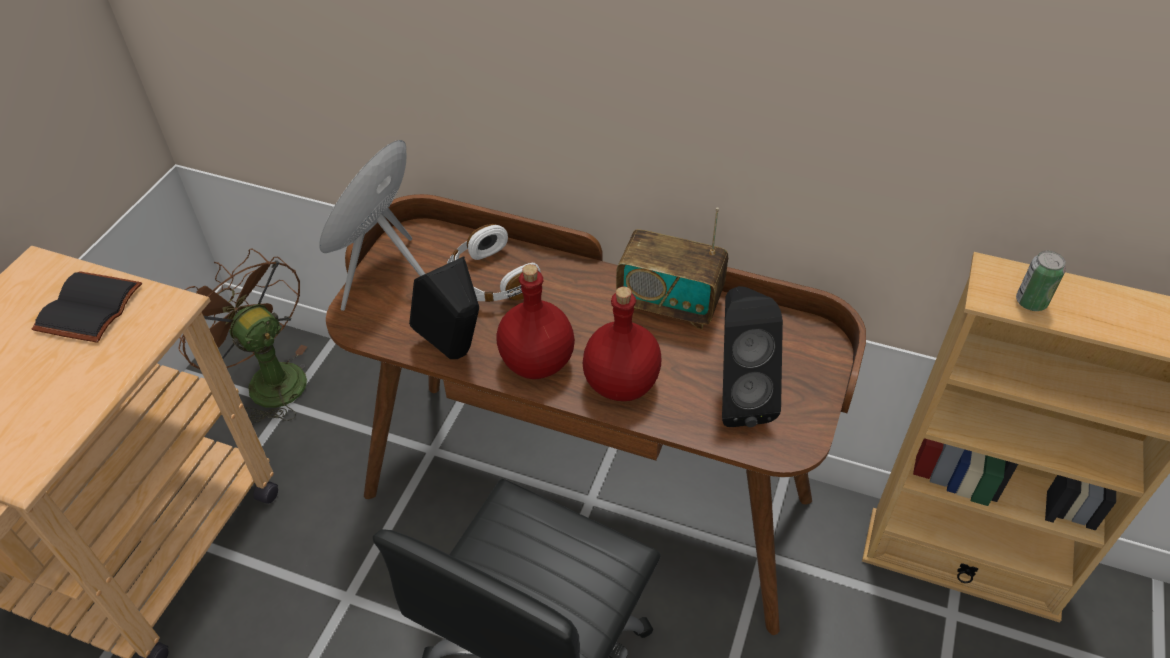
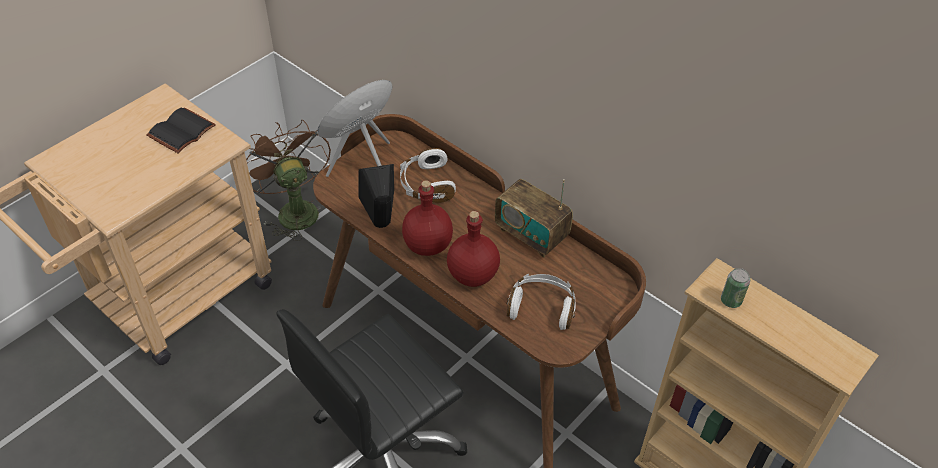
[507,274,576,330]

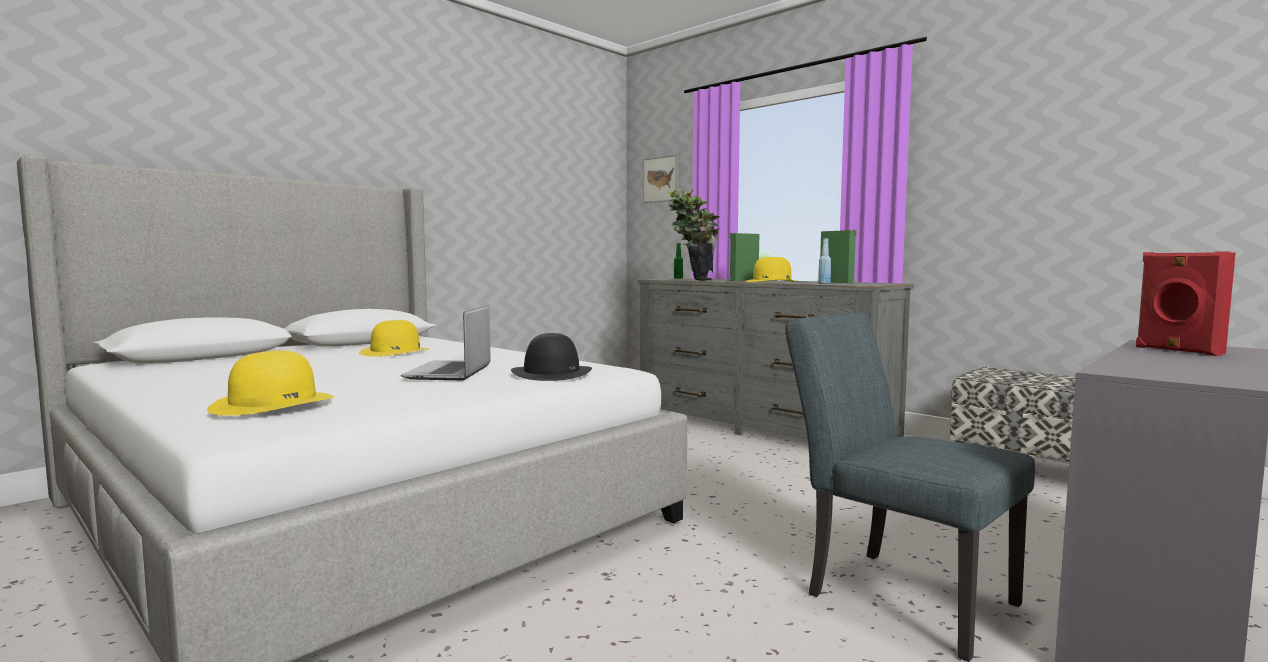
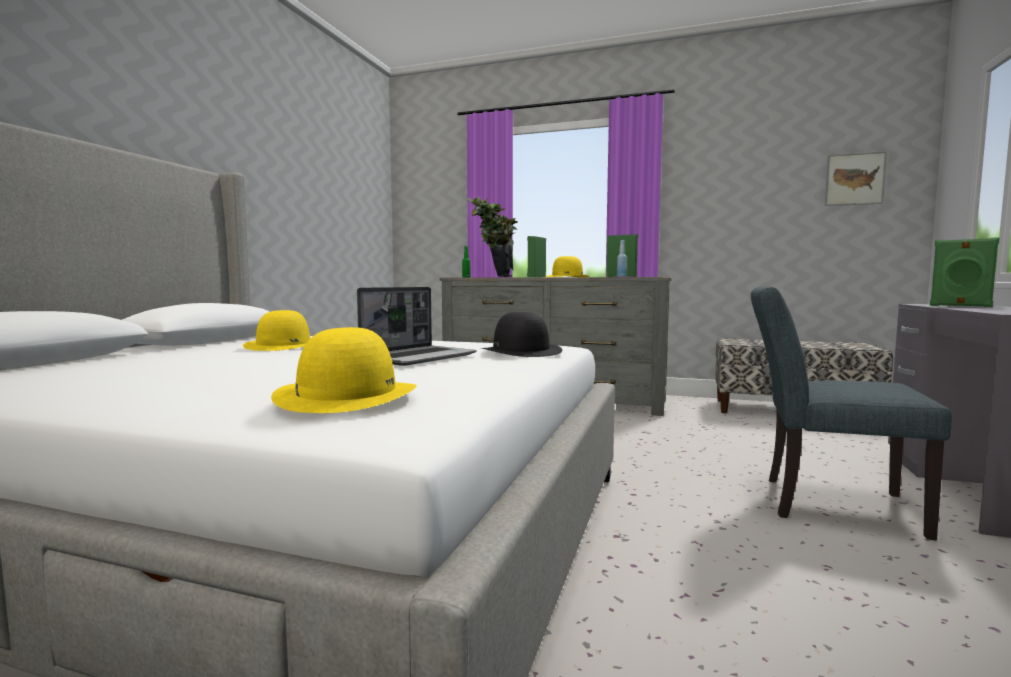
[357,287,477,366]
[825,151,887,206]
[930,237,1000,307]

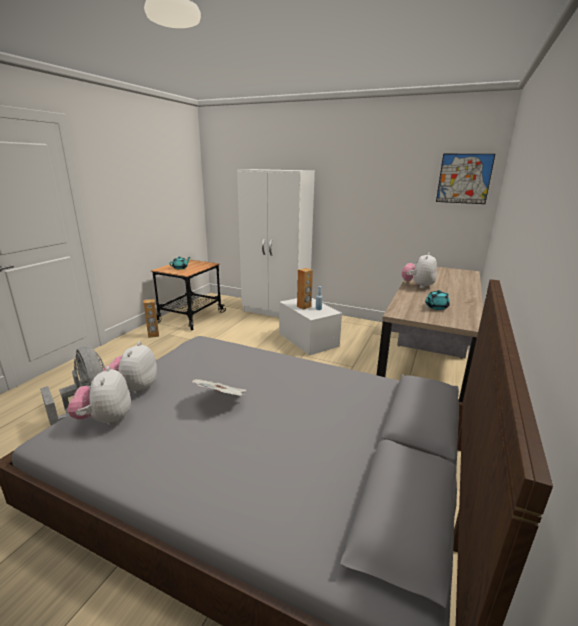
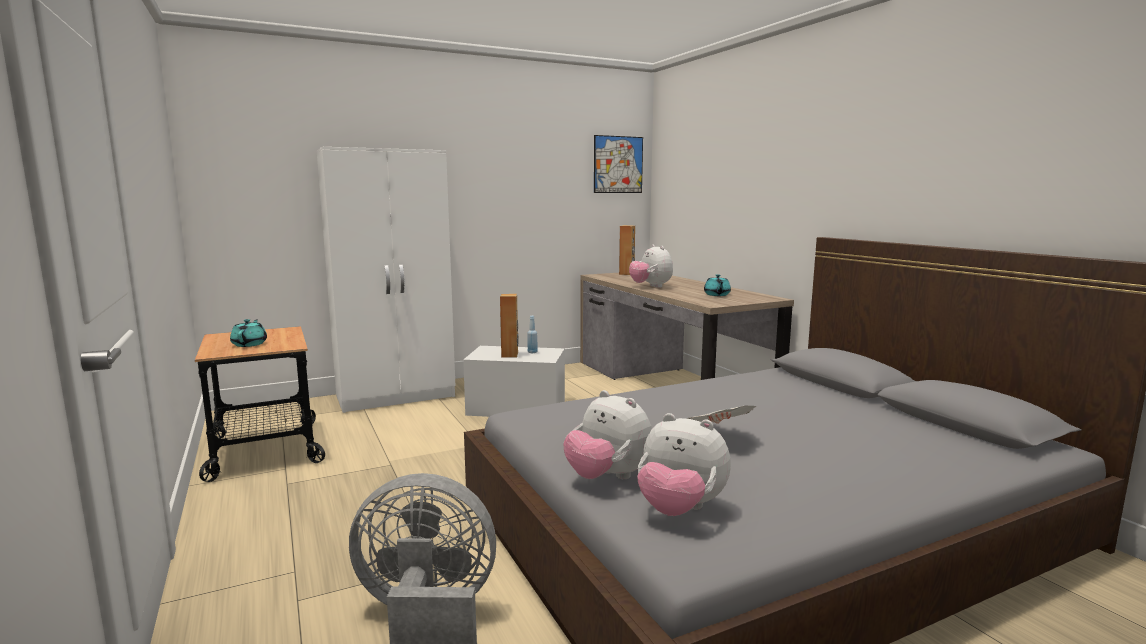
[619,225,635,275]

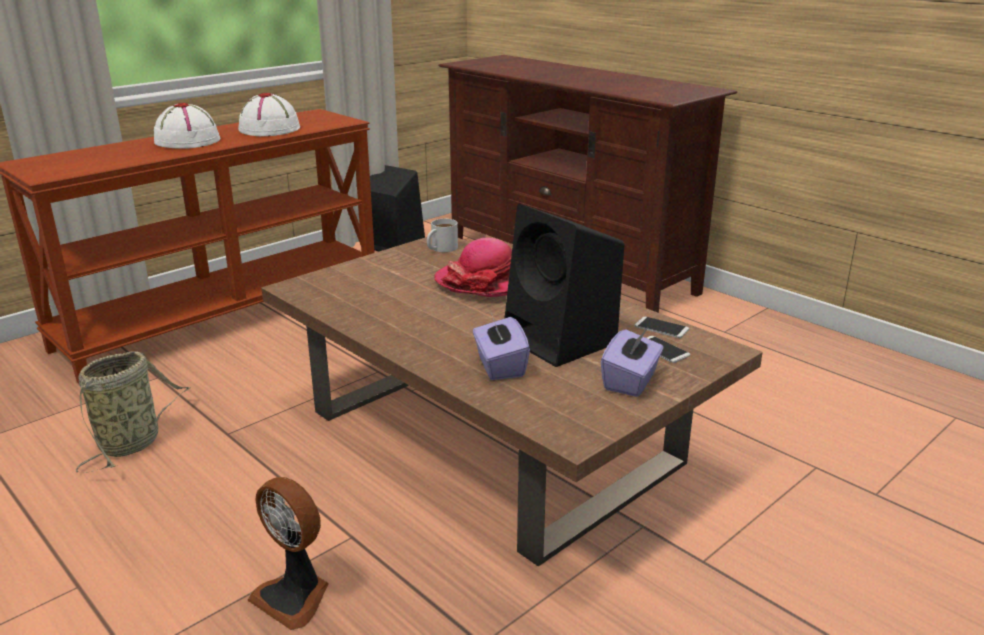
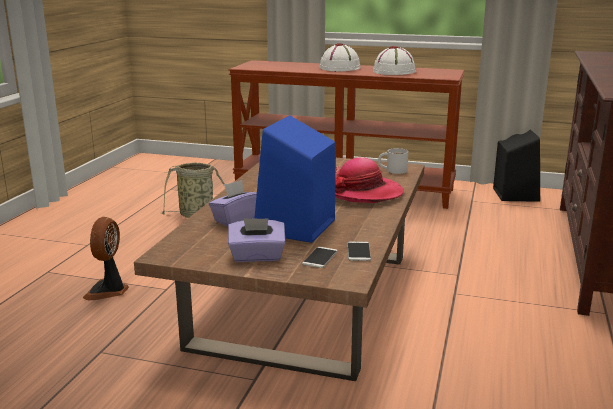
[254,115,336,243]

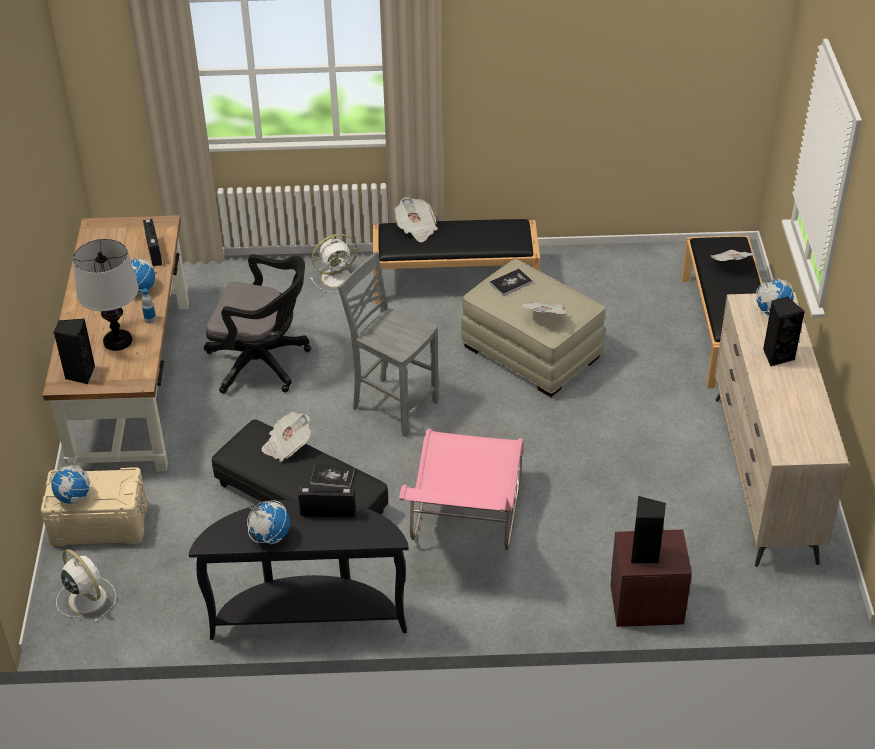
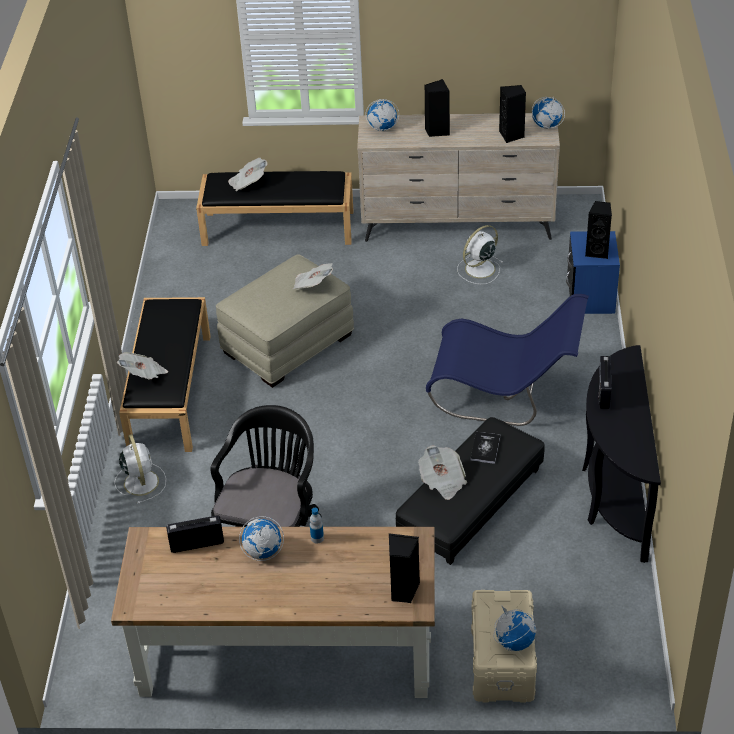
[426,294,589,426]
[457,225,504,285]
[499,85,526,143]
[532,97,565,129]
[566,231,620,314]
[73,239,139,351] (first image)
[338,252,439,437] (first image)
[490,269,533,296] (first image)

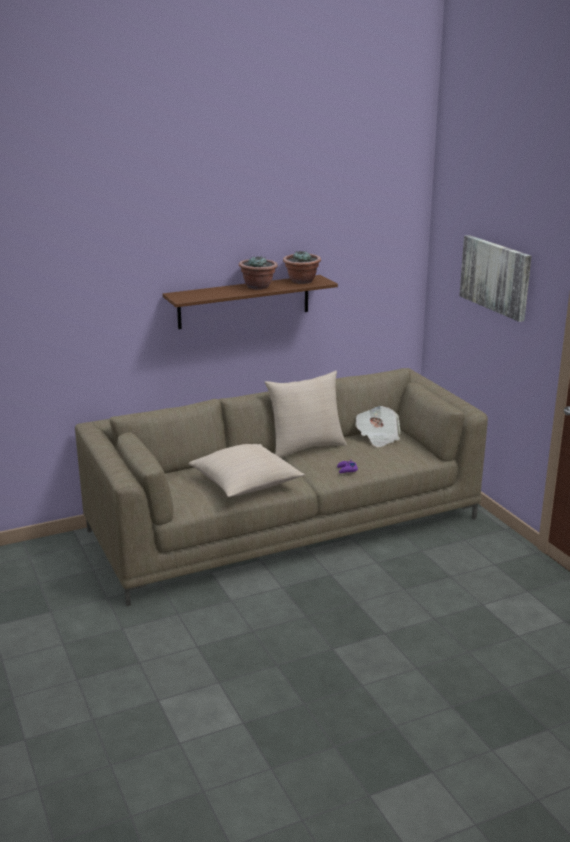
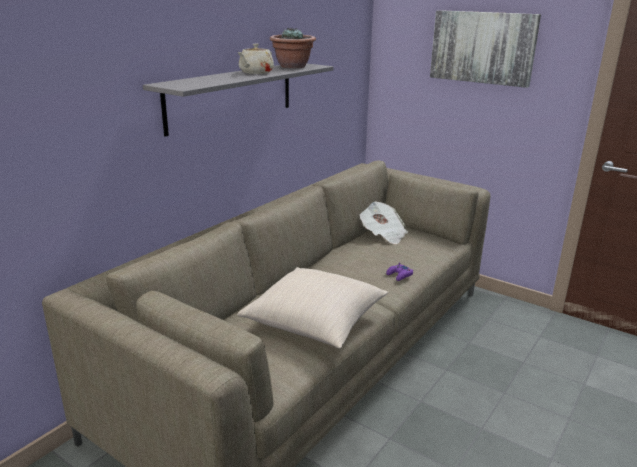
[143,64,334,137]
[237,43,274,74]
[264,370,347,458] (first image)

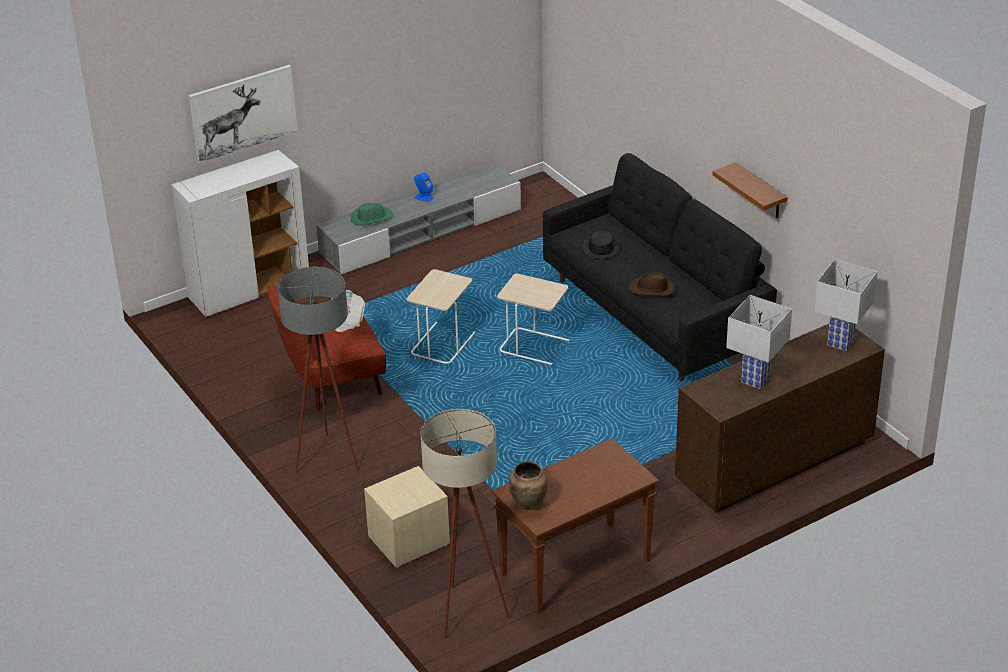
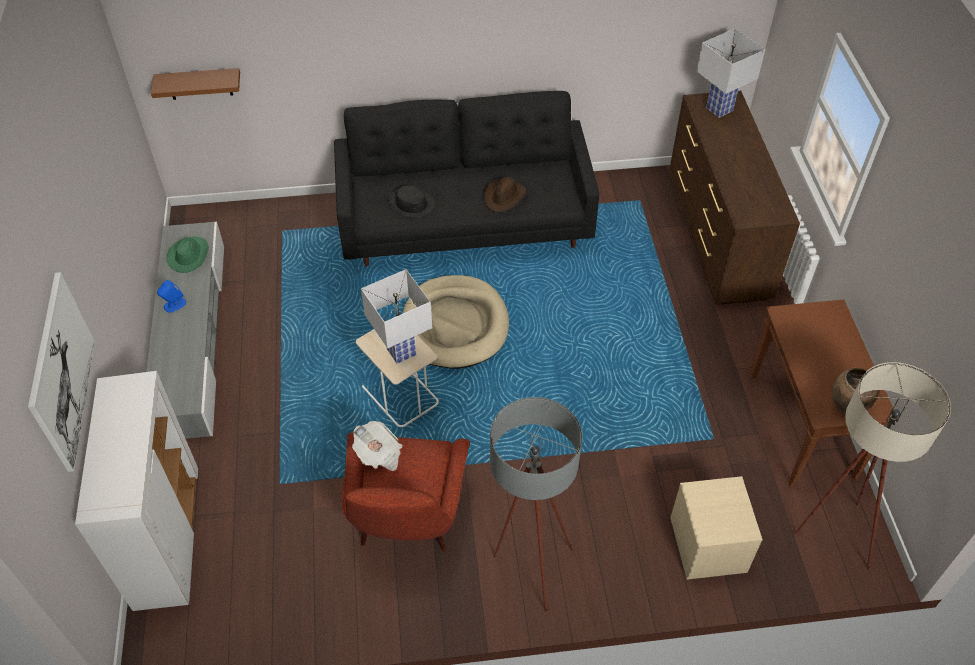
[151,68,240,100]
[167,237,209,273]
[361,269,432,364]
[402,275,509,369]

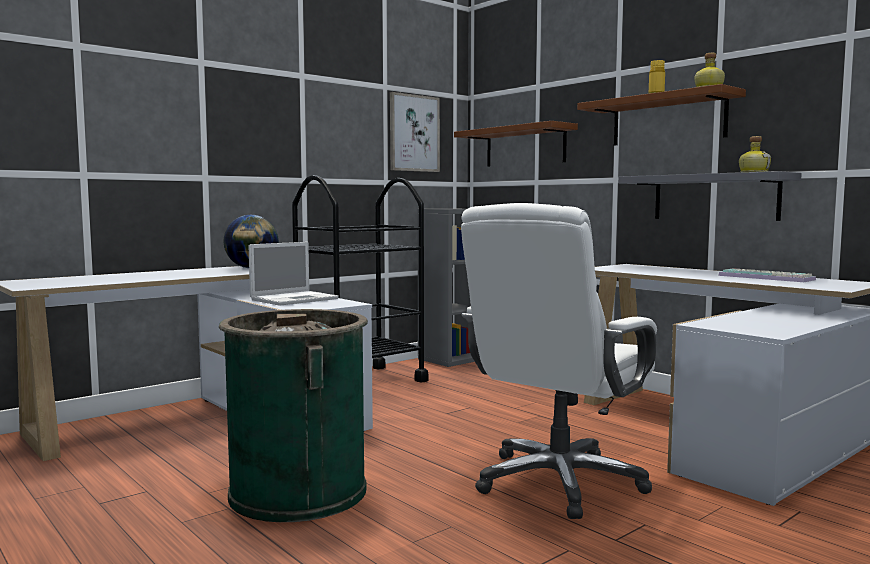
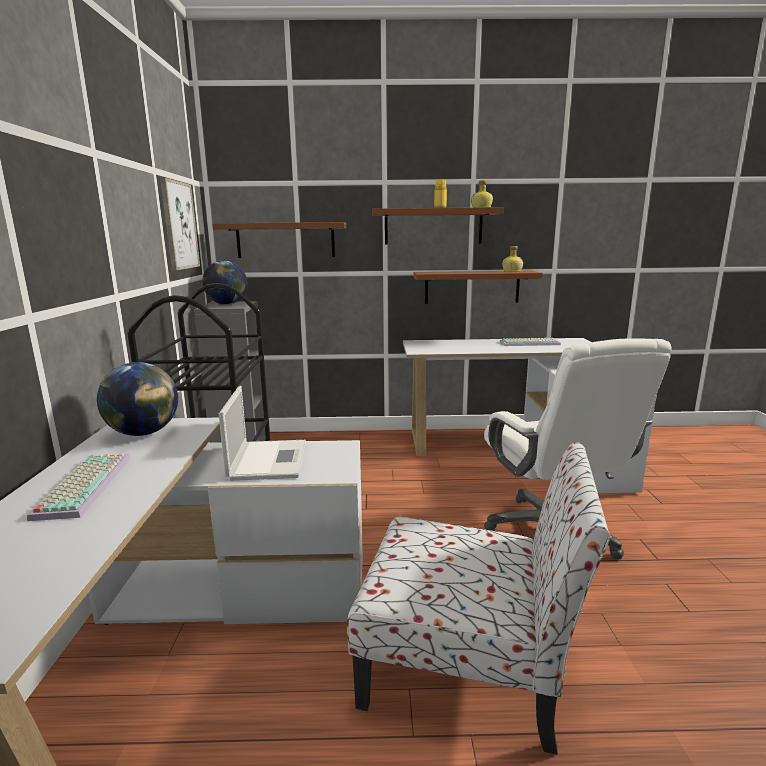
[27,453,131,521]
[202,260,248,305]
[347,442,610,755]
[413,270,543,304]

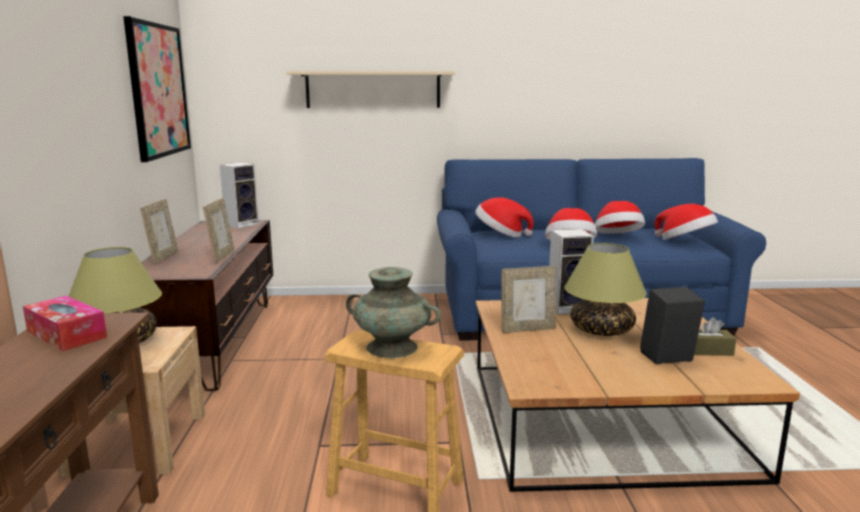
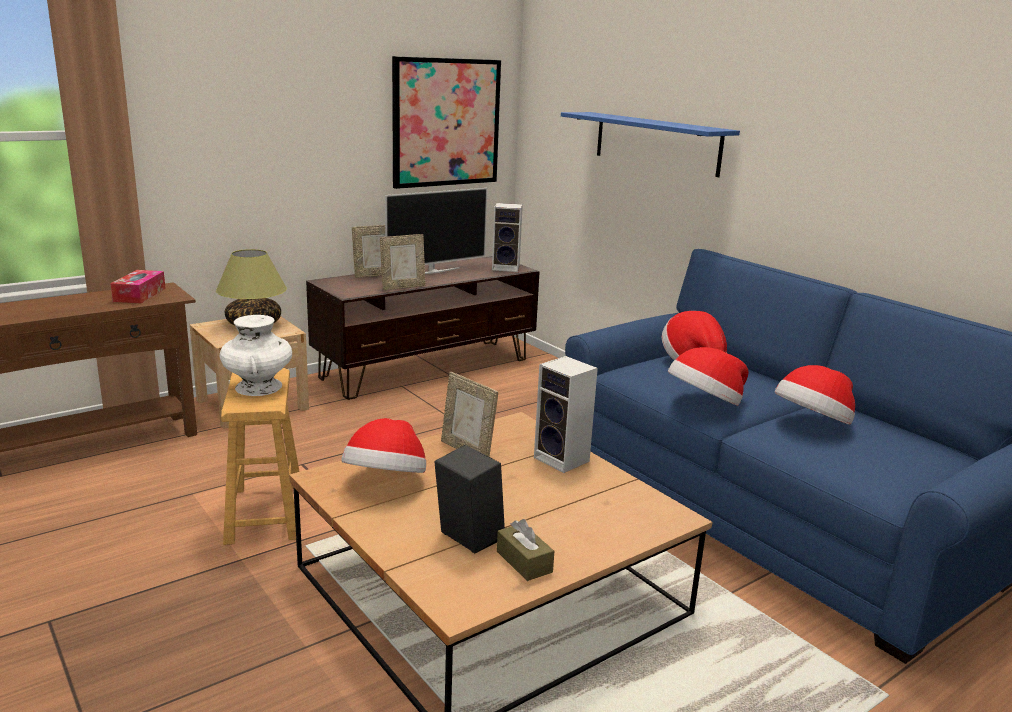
[219,315,292,396]
[341,418,426,473]
[385,188,488,274]
[561,112,740,177]
[564,243,647,336] (first image)

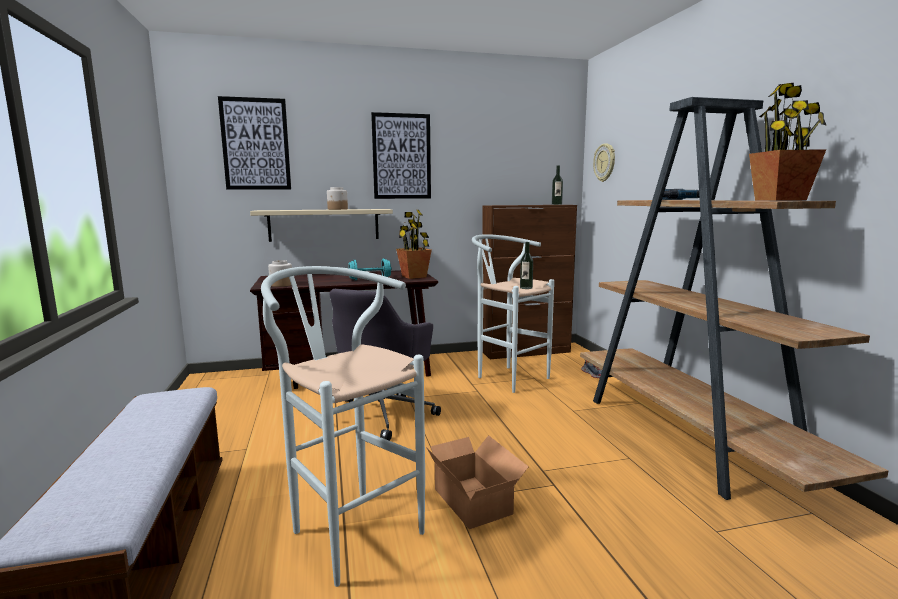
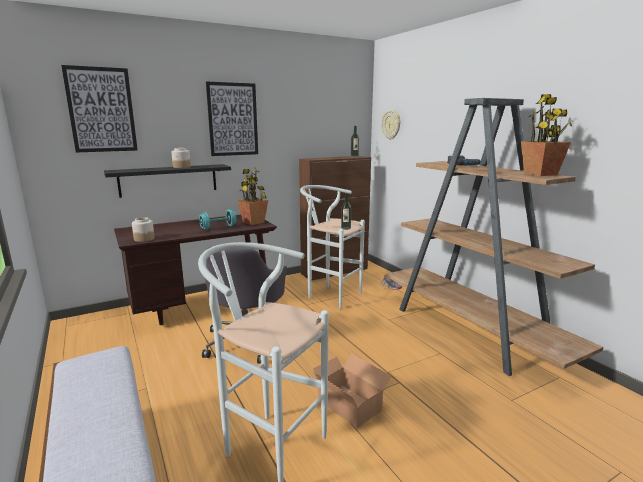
[104,164,231,198]

